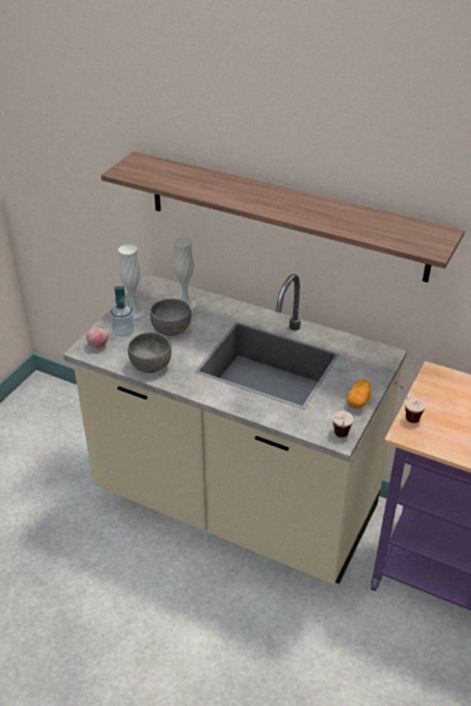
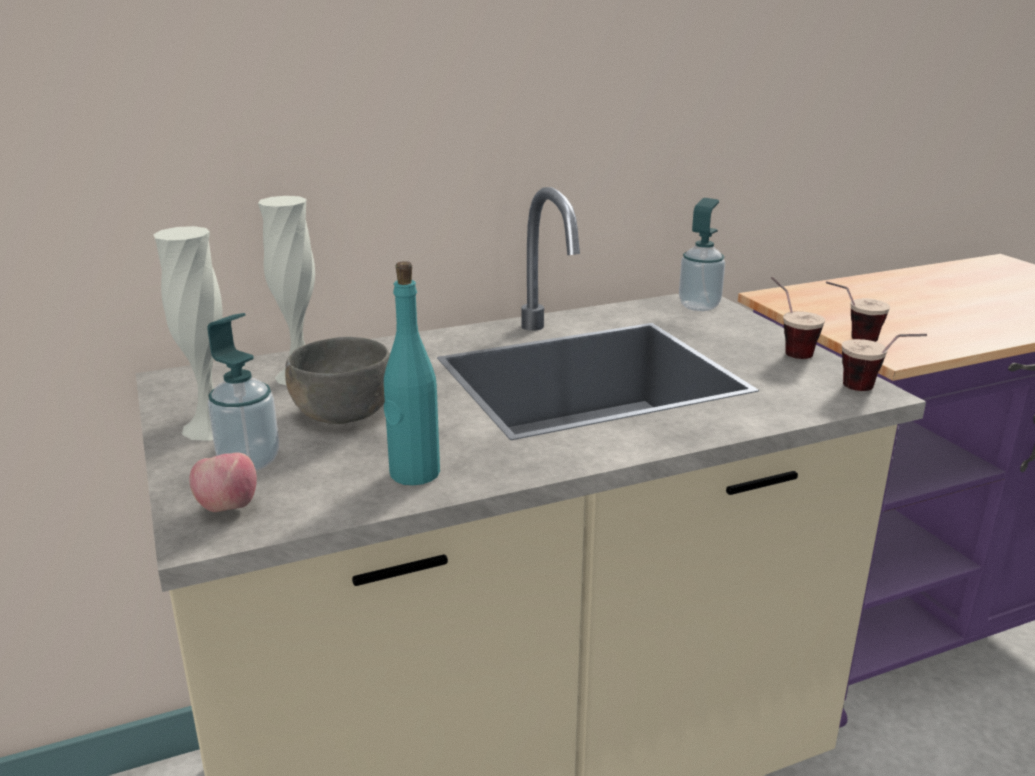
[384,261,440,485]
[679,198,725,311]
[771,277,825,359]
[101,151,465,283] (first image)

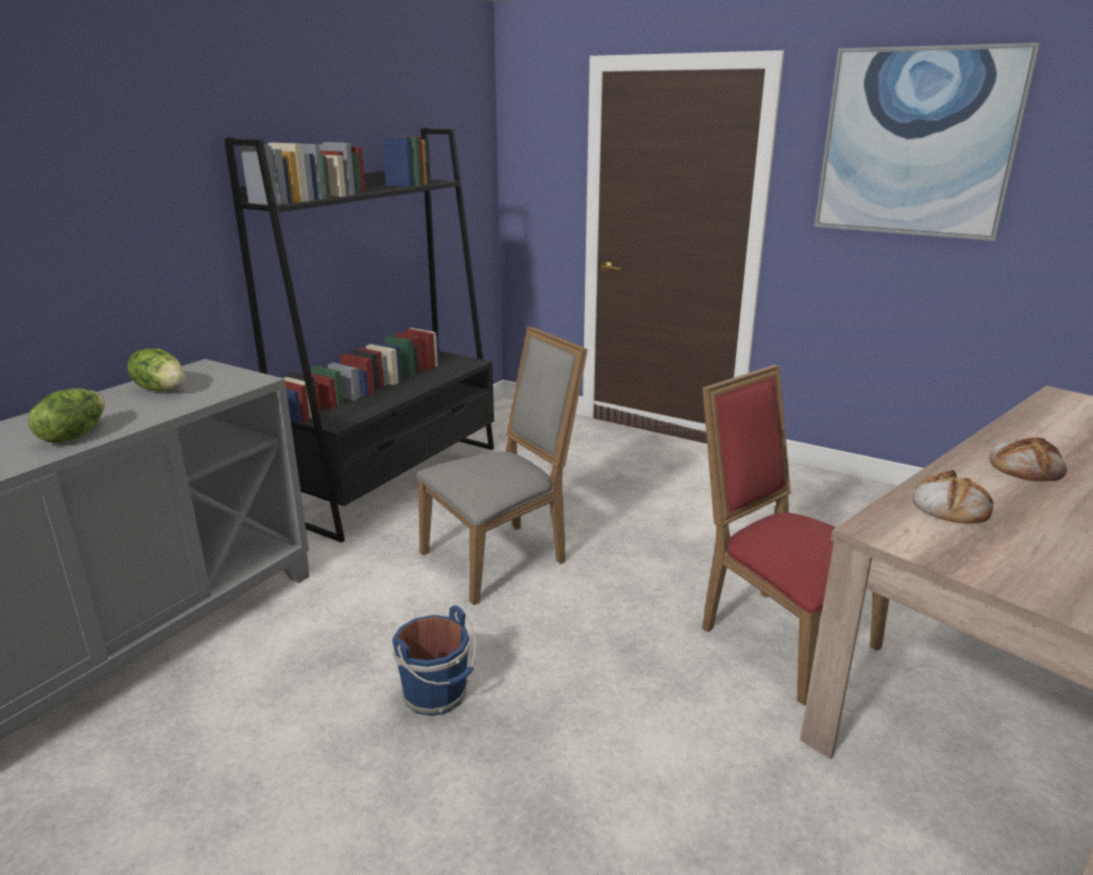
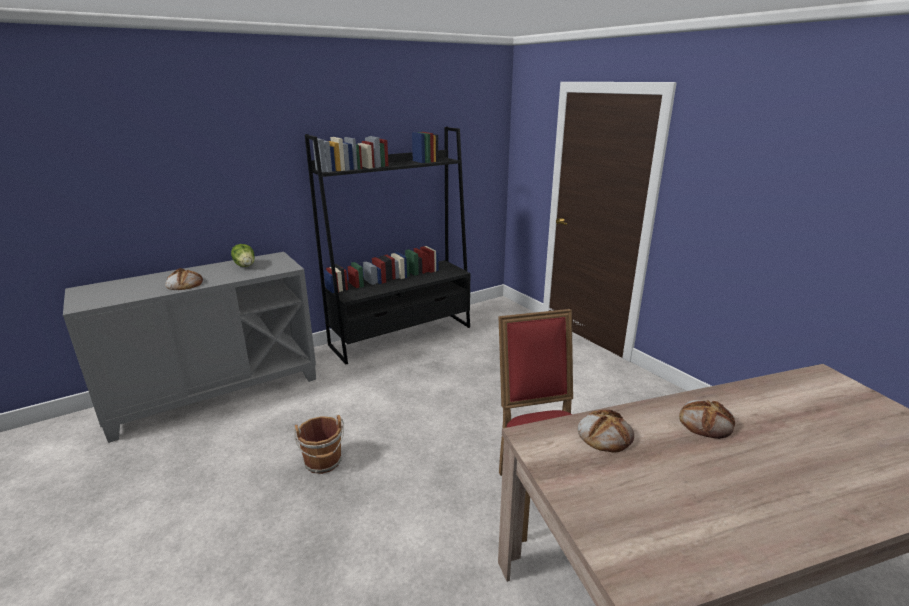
[165,268,203,290]
[294,415,344,474]
[417,326,588,605] (first image)
[814,43,1040,241] (first image)

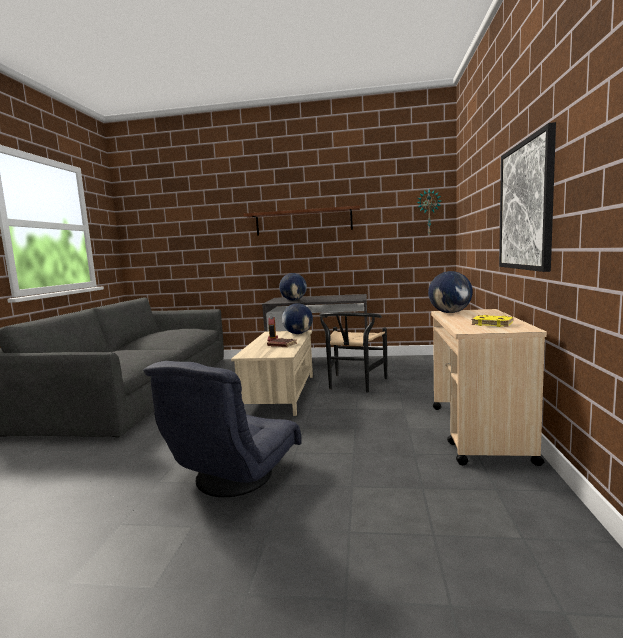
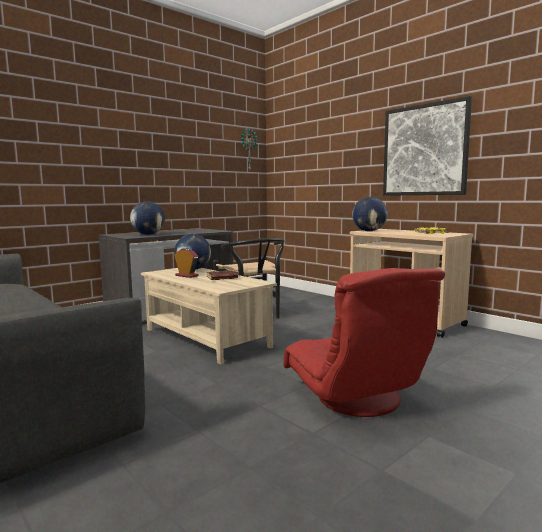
[283,268,445,417]
[243,206,360,236] (first image)

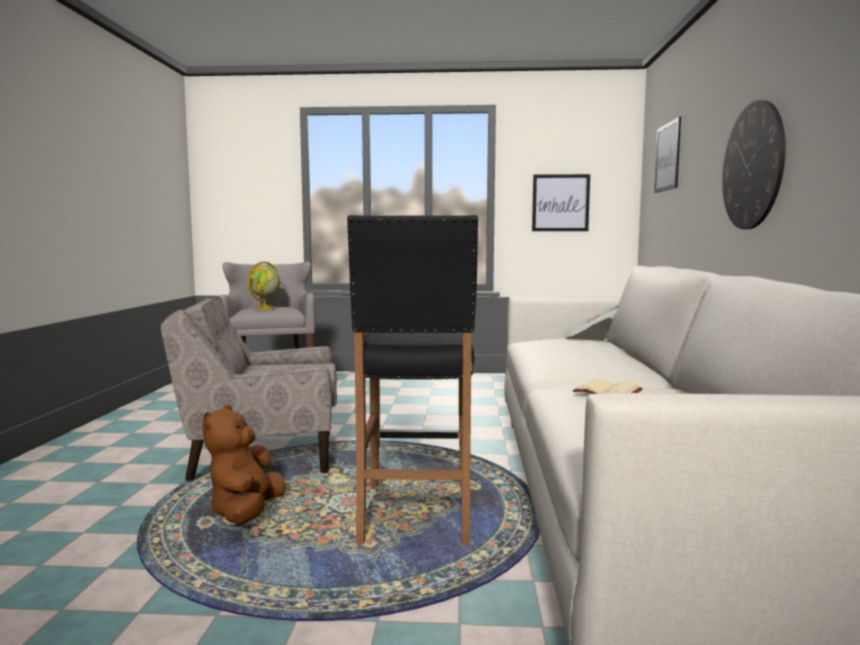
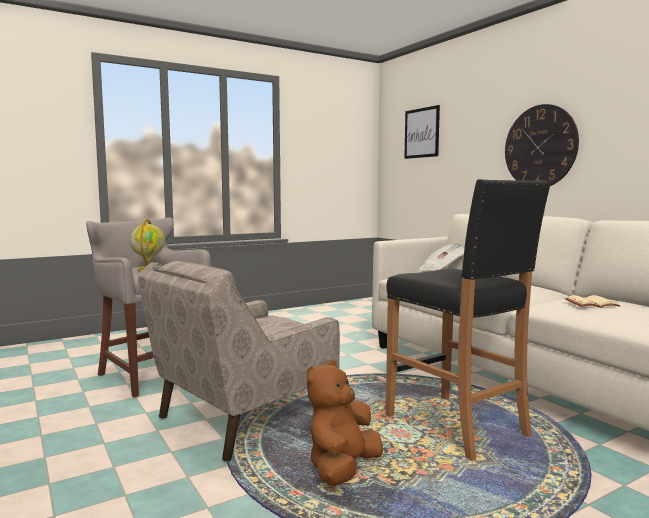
[307,360,383,486]
[532,174,590,231] (first image)

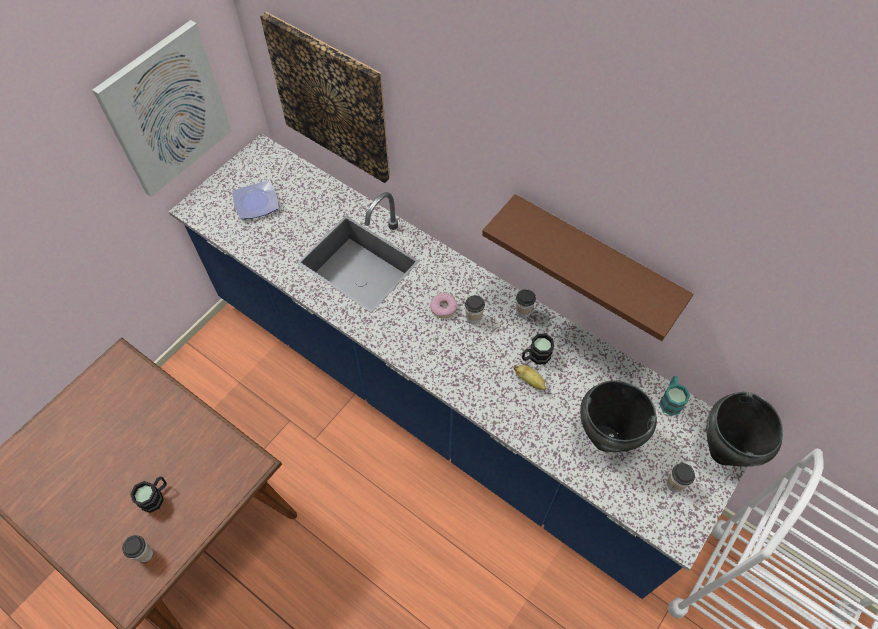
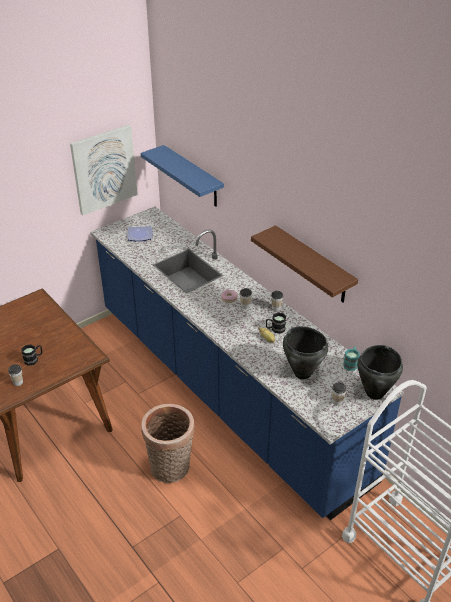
[141,145,224,207]
[141,404,195,483]

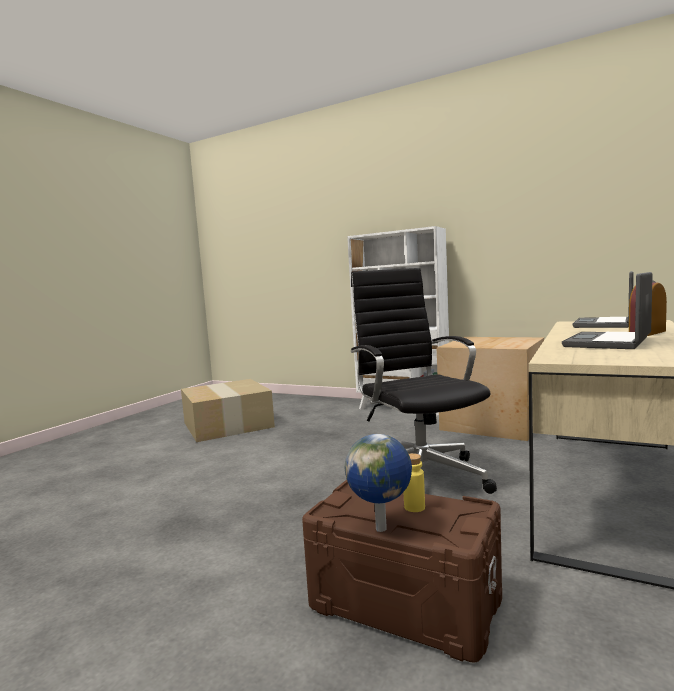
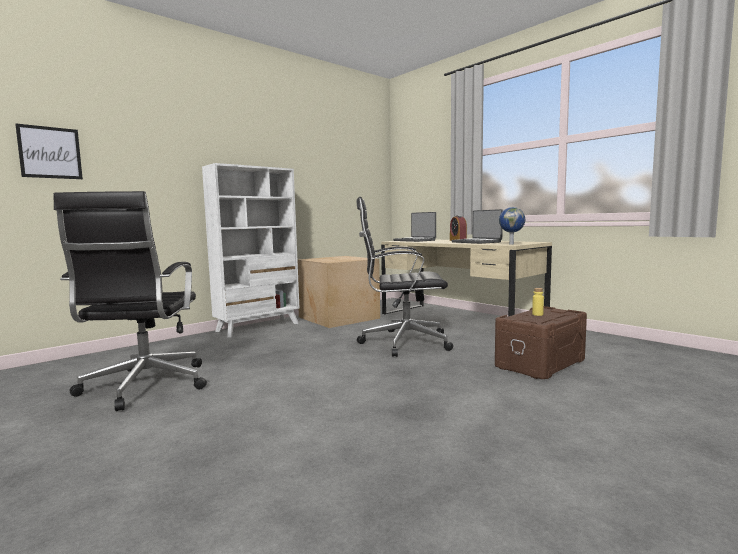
[15,123,83,179]
[53,191,207,411]
[499,207,525,244]

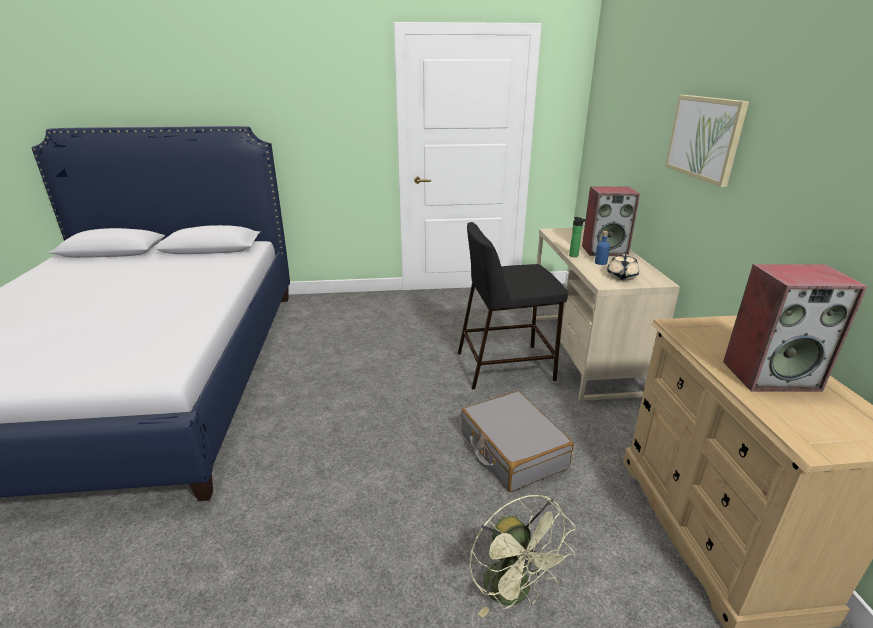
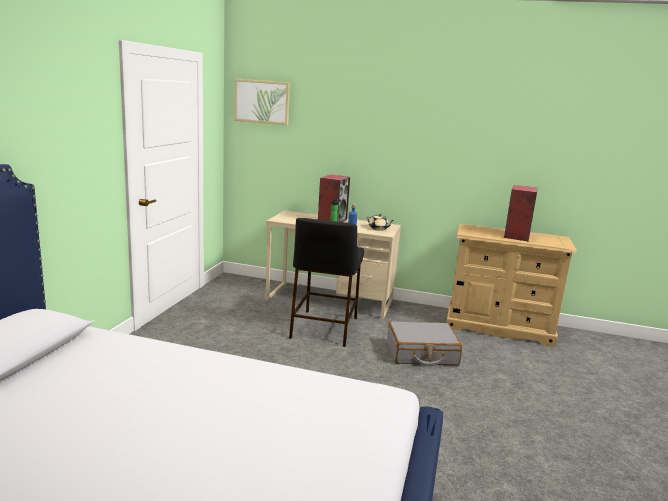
[234,79,290,125]
[469,495,576,618] (first image)

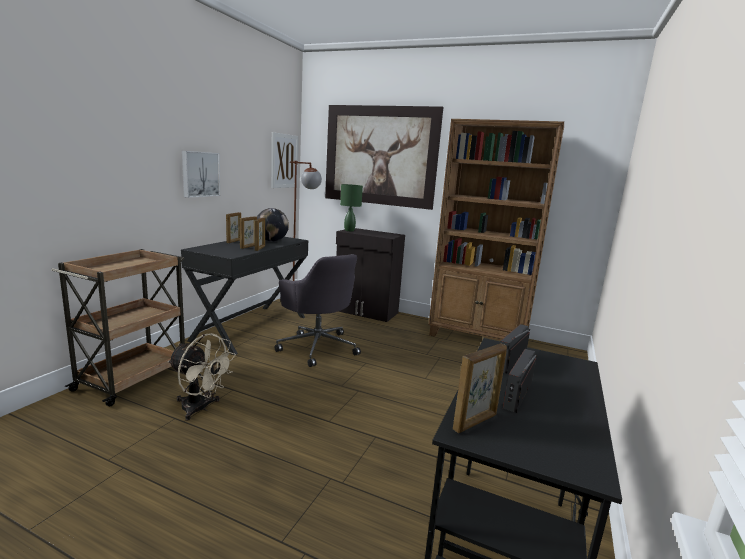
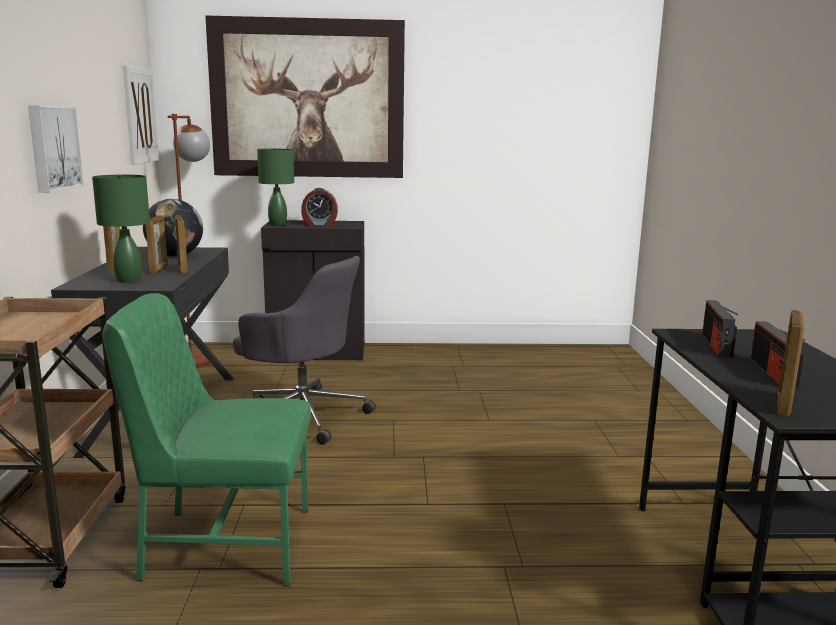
[92,174,150,283]
[103,293,311,586]
[301,188,338,226]
[429,119,564,340] (first image)

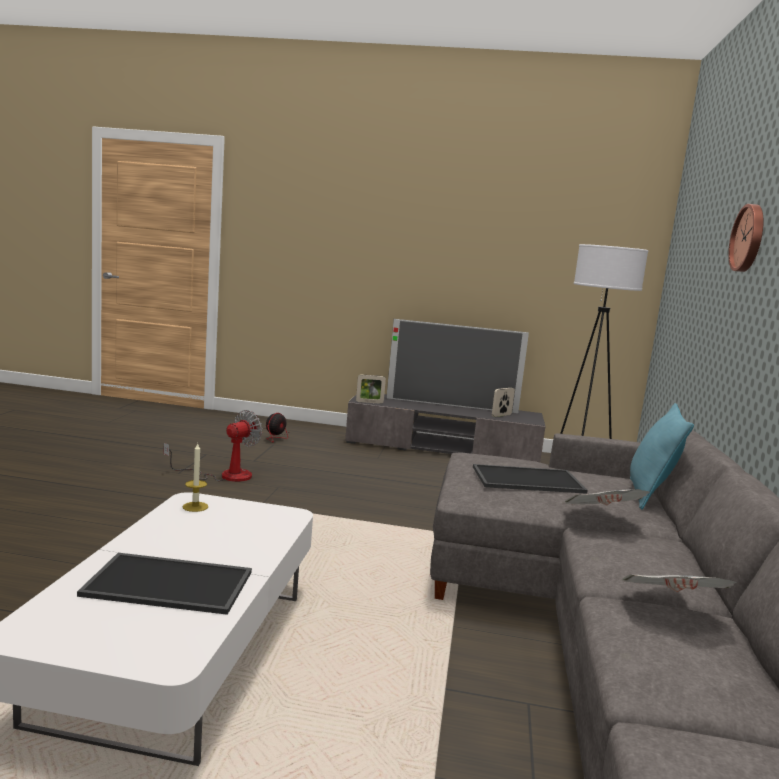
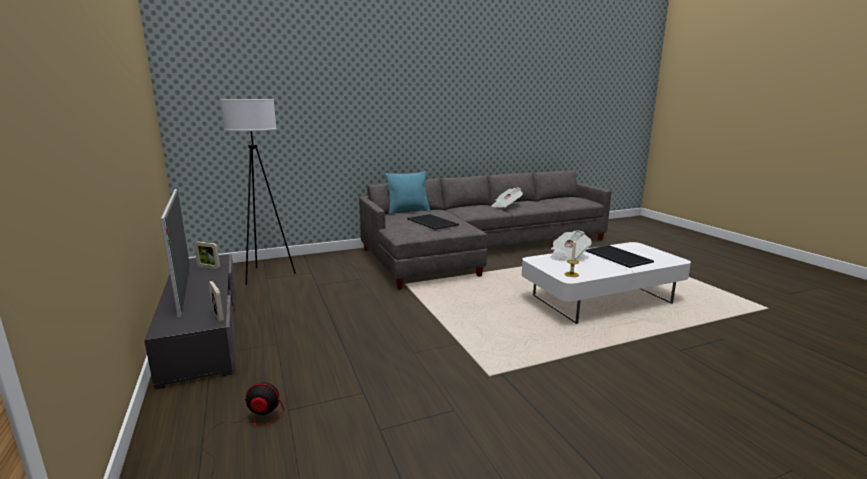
[550,230,592,261]
[163,410,263,482] (first image)
[728,204,764,272] (first image)

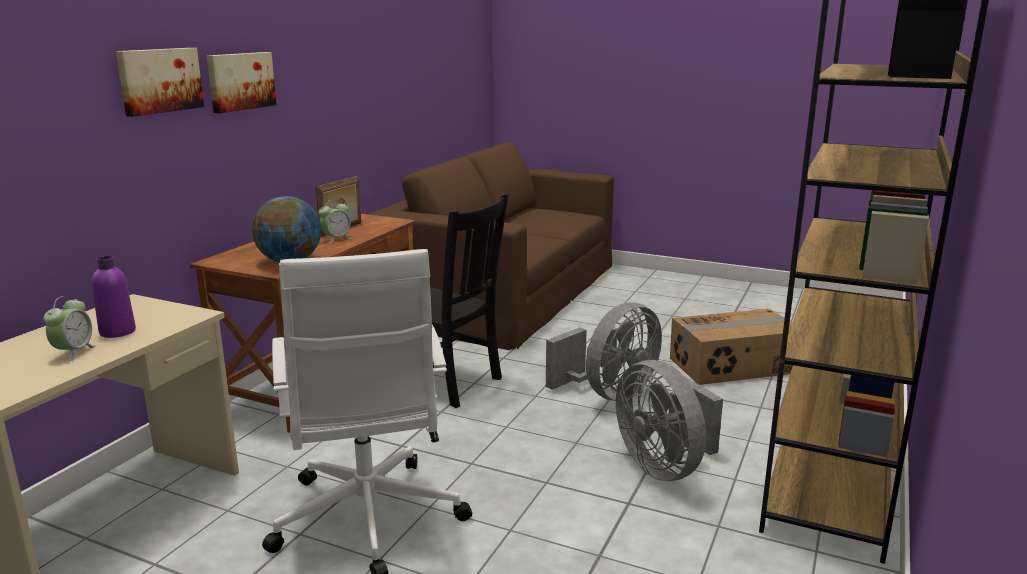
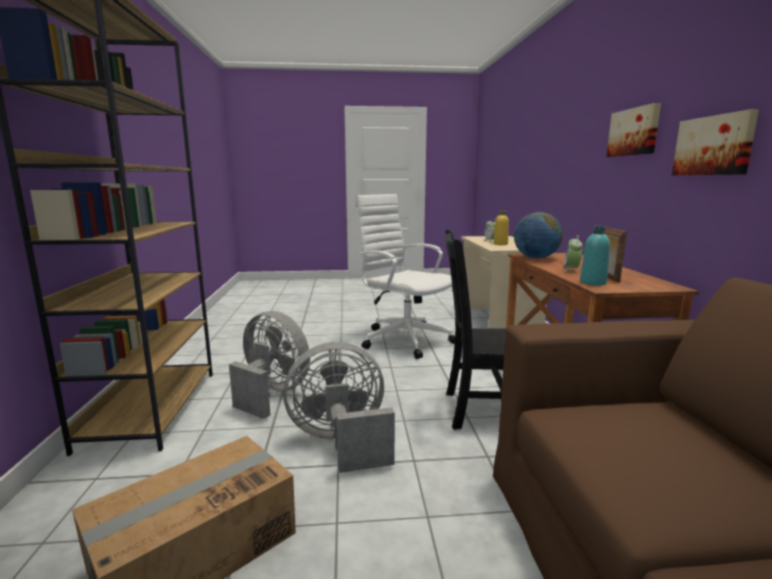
[283,342,395,473]
[493,211,509,245]
[580,226,610,286]
[672,109,759,175]

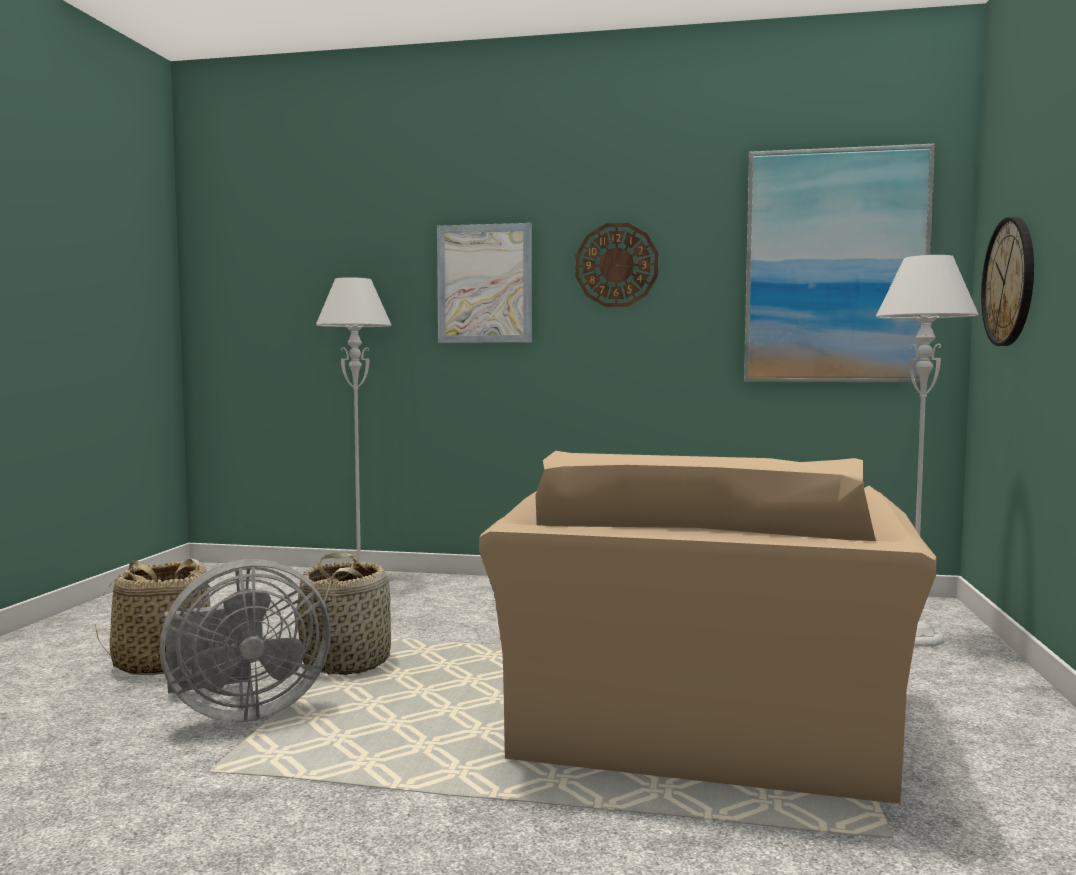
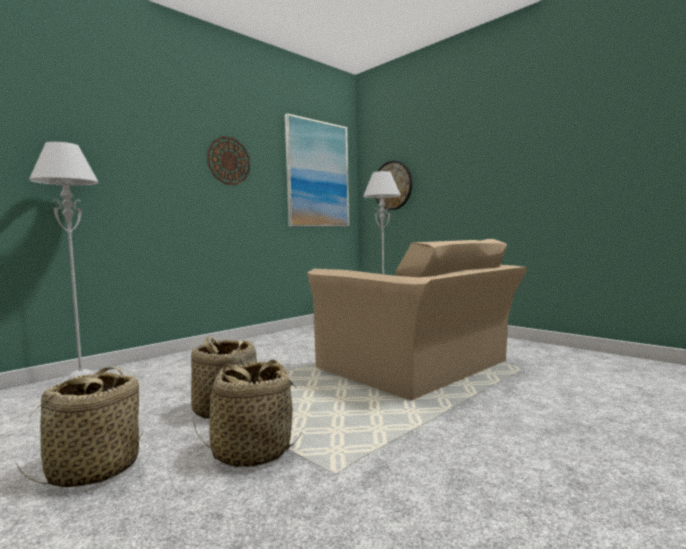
[193,360,302,468]
[437,223,532,343] (first image)

